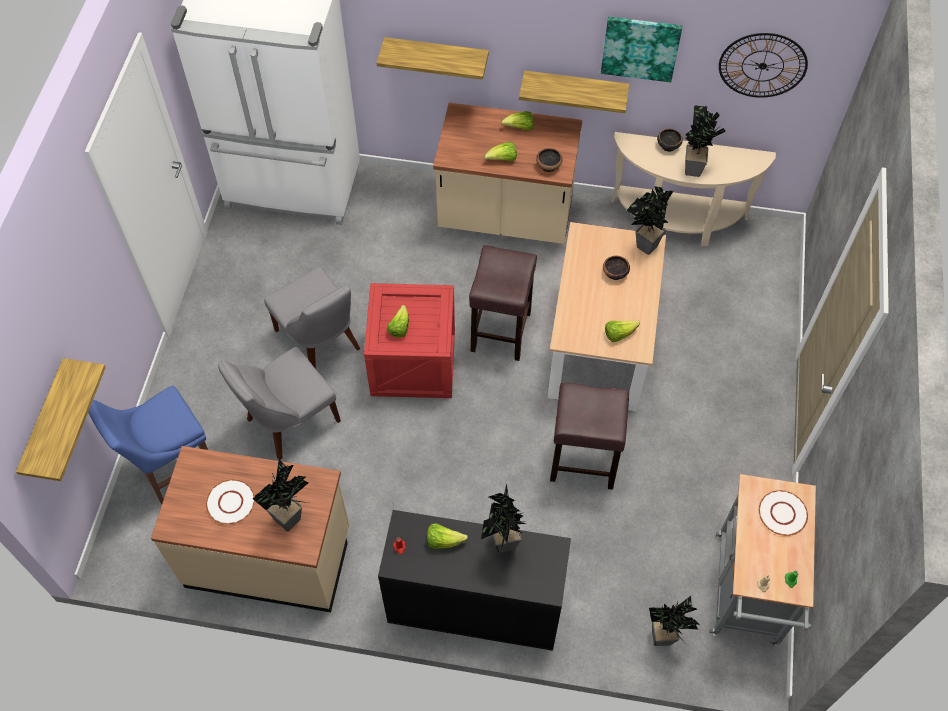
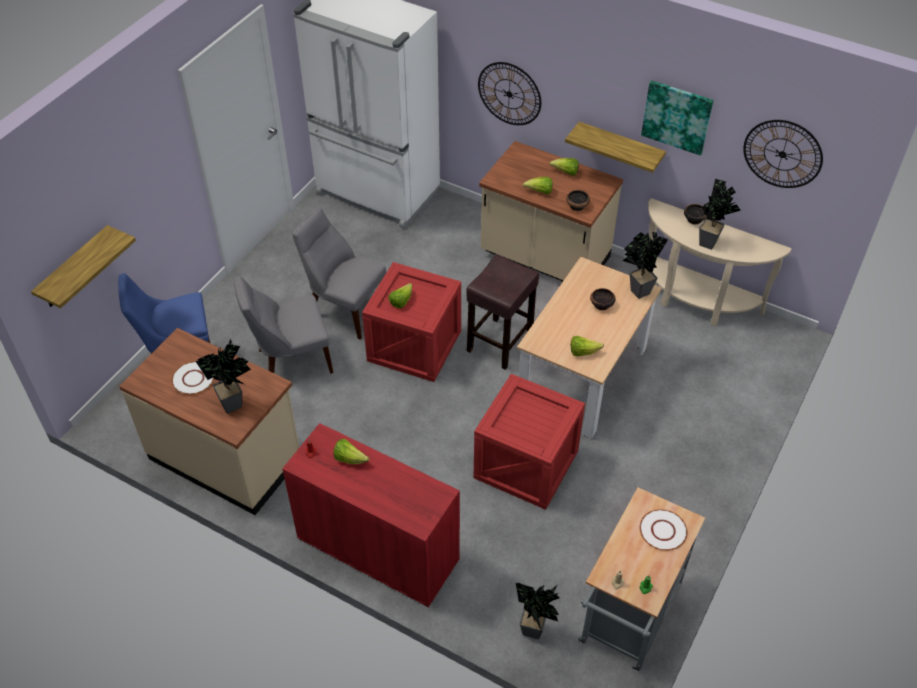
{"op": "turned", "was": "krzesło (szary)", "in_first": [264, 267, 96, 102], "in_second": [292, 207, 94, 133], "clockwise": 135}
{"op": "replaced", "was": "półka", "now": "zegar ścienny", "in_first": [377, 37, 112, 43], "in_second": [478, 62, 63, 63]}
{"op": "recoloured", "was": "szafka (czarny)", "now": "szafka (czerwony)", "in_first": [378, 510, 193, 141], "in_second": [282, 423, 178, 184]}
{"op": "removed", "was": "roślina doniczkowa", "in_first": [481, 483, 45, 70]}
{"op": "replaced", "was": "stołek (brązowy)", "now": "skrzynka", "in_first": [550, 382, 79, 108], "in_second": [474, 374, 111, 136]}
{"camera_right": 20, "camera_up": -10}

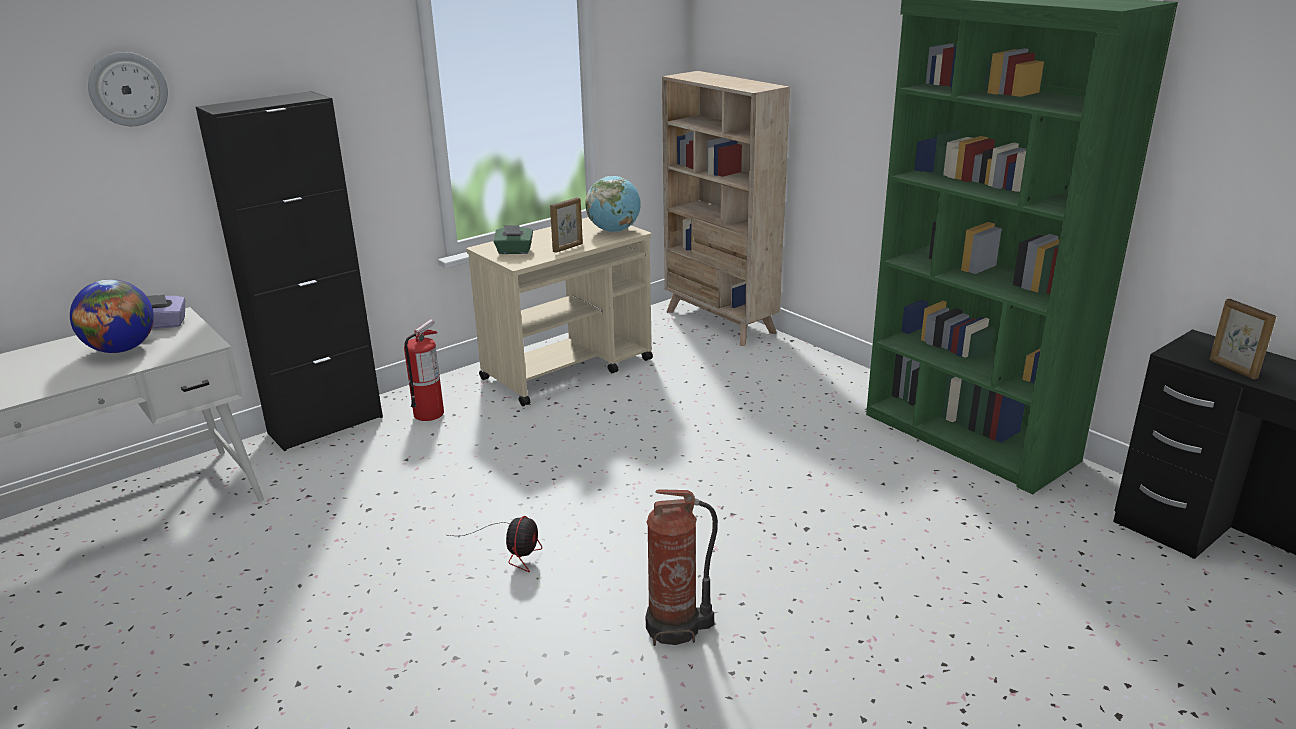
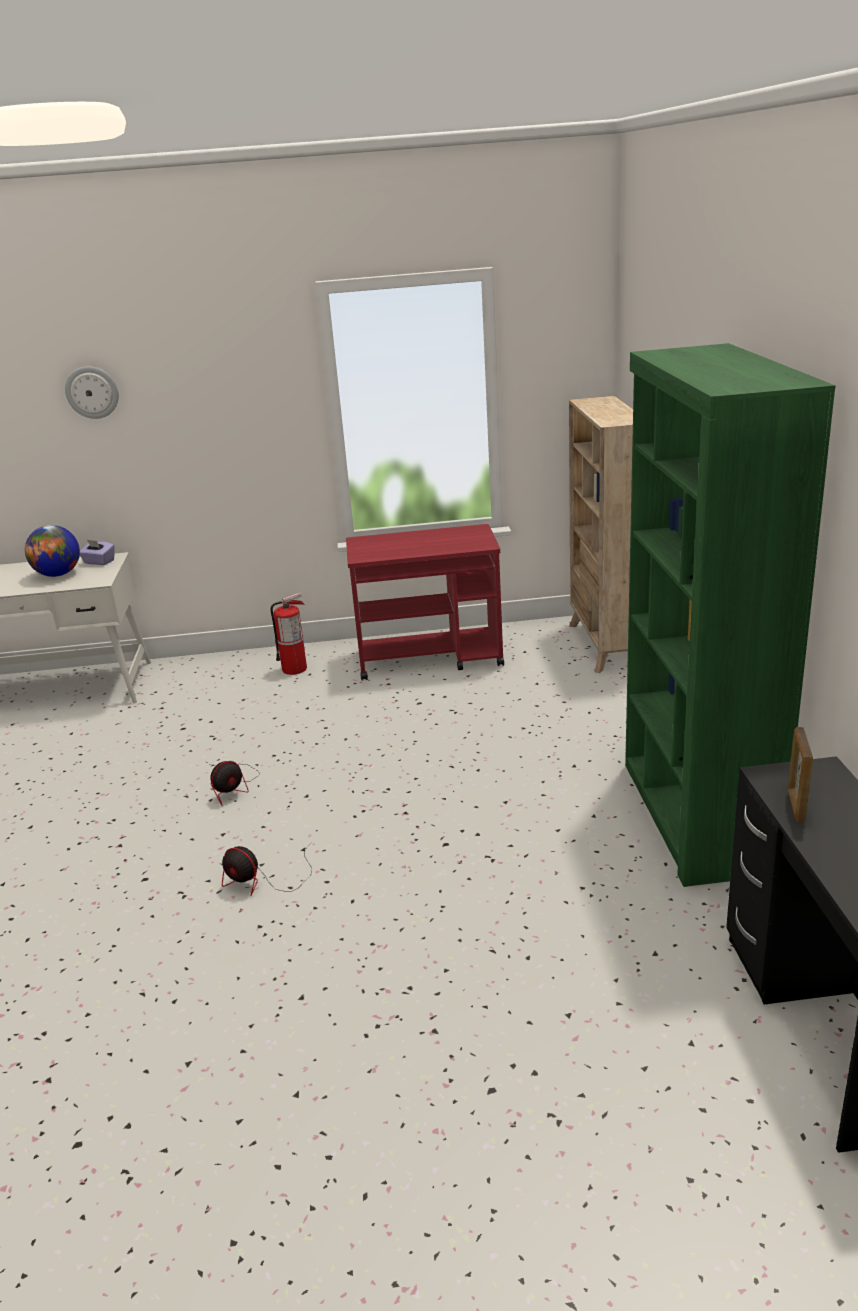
{"op": "removed", "was": "szafka (czarny)", "in_first": [196, 91, 187, 360]}
{"op": "recoloured", "was": "wózek (beżowy)", "now": "wózek (czerwony)", "in_first": [466, 217, 187, 189], "in_second": [346, 524, 158, 156]}
{"op": "removed", "was": "pudełko chusteczek (zielony)", "in_first": [494, 225, 39, 29]}
{"op": "removed", "was": "ramka na zdjęcie", "in_first": [550, 197, 33, 56]}
{"op": "removed", "was": "globus", "in_first": [585, 176, 56, 56]}
{"op": "replaced", "was": "gaśnica", "now": "wentylator", "in_first": [645, 489, 73, 157], "in_second": [222, 842, 90, 54]}
{"camera_right": 35, "camera_up": 0}

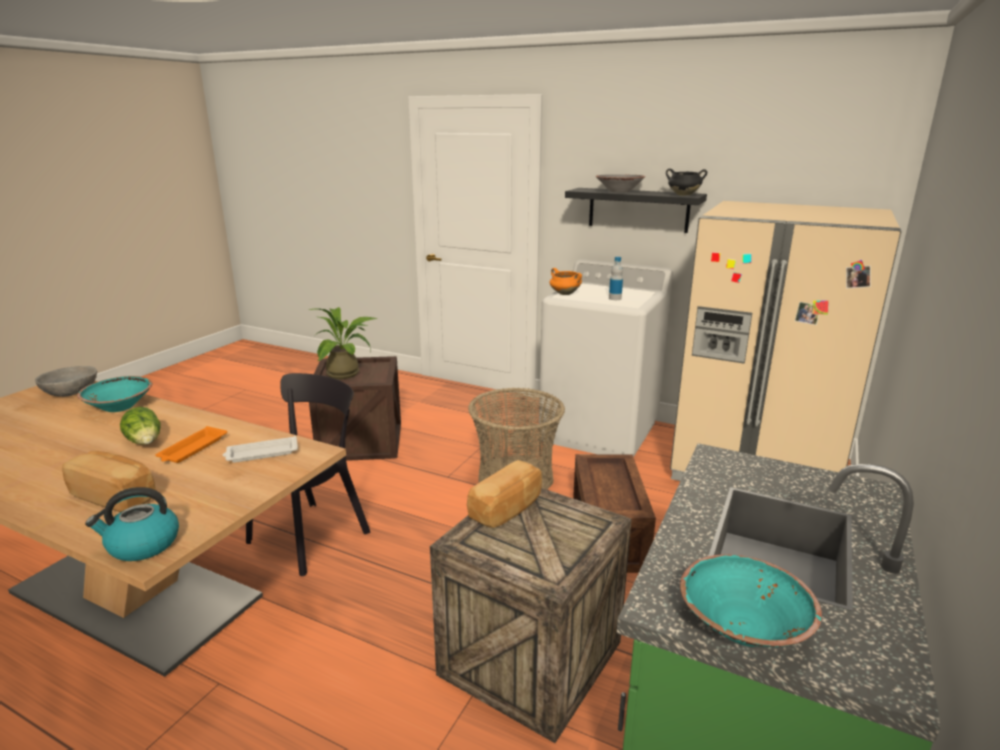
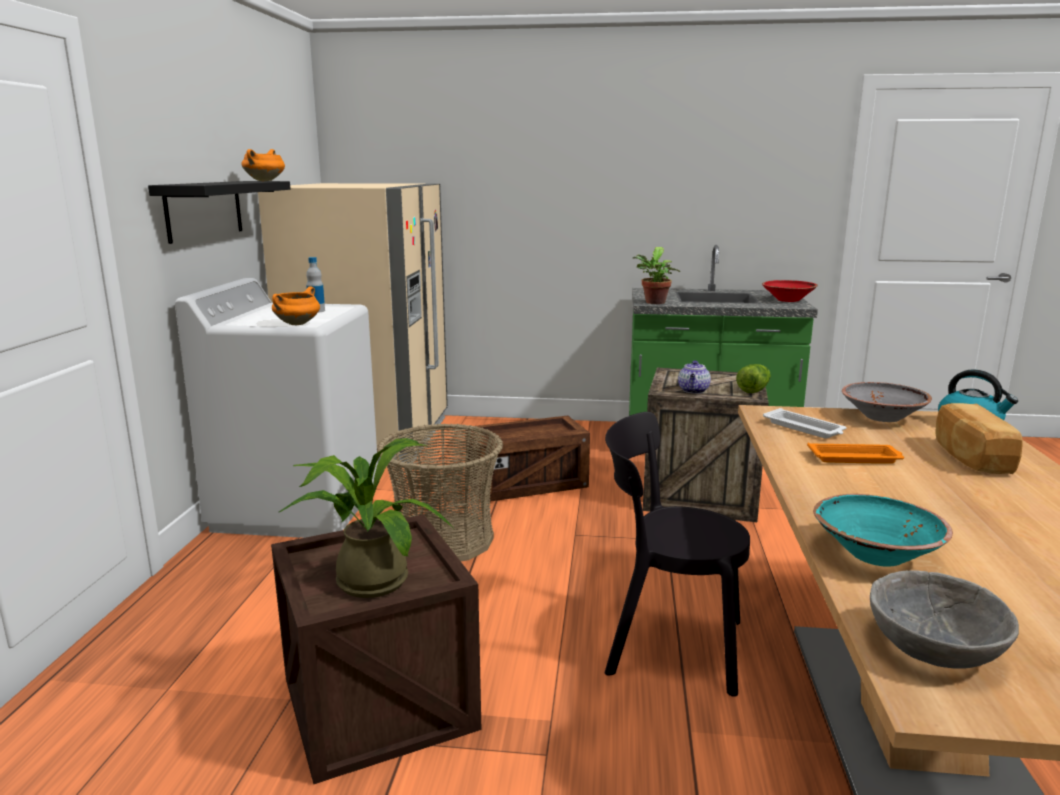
{"op": "moved", "was": "sałata", "in_first": [120, 407, 40, 38], "in_second": [736, 364, 35, 29]}
{"op": "replaced", "was": "chleb", "now": "imbryk", "in_first": [467, 460, 75, 68], "in_second": [678, 360, 33, 34]}
{"op": "moved", "was": "miska (szary)", "in_first": [596, 174, 49, 18], "in_second": [842, 382, 90, 40]}
{"op": "recoloured", "was": "garnek (czarny)", "now": "garnek (pomarańczowy)", "in_first": [666, 169, 41, 27], "in_second": [241, 149, 44, 32]}
{"op": "recoloured", "was": "miska (turkusowy)", "now": "miska (czerwony)", "in_first": [680, 555, 142, 92], "in_second": [762, 280, 56, 22]}
{"op": "added", "now": "roślina doniczkowa", "in_second": [633, 247, 47, 57]}
{"camera_right": -110, "camera_up": -5}

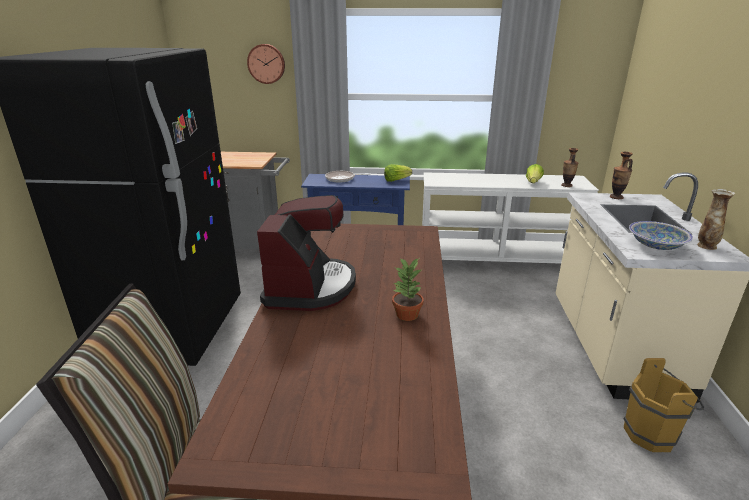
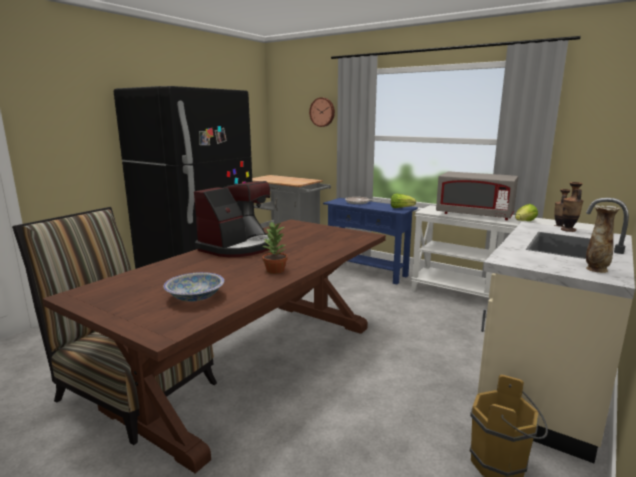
{"op": "moved", "was": "miska", "in_first": [629, 221, 64, 29], "in_second": [163, 272, 61, 30]}
{"op": "added", "now": "mikrofalówka (szary)", "in_second": [436, 171, 82, 49]}
{"camera_right": 30, "camera_up": -10}

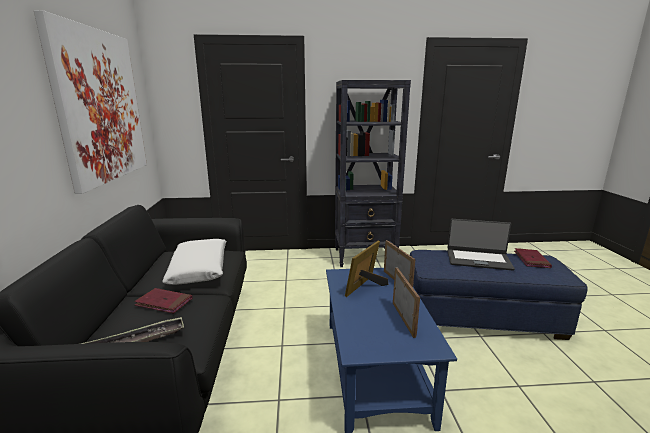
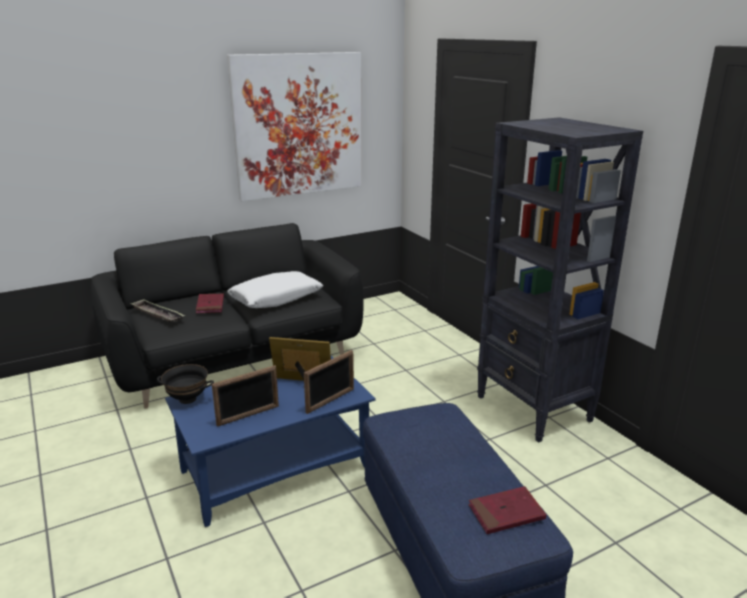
{"op": "removed", "was": "laptop", "in_first": [447, 219, 68, 52]}
{"op": "added", "now": "miska (czarny)", "in_second": [157, 364, 57, 40]}
{"camera_right": 65, "camera_up": 5}

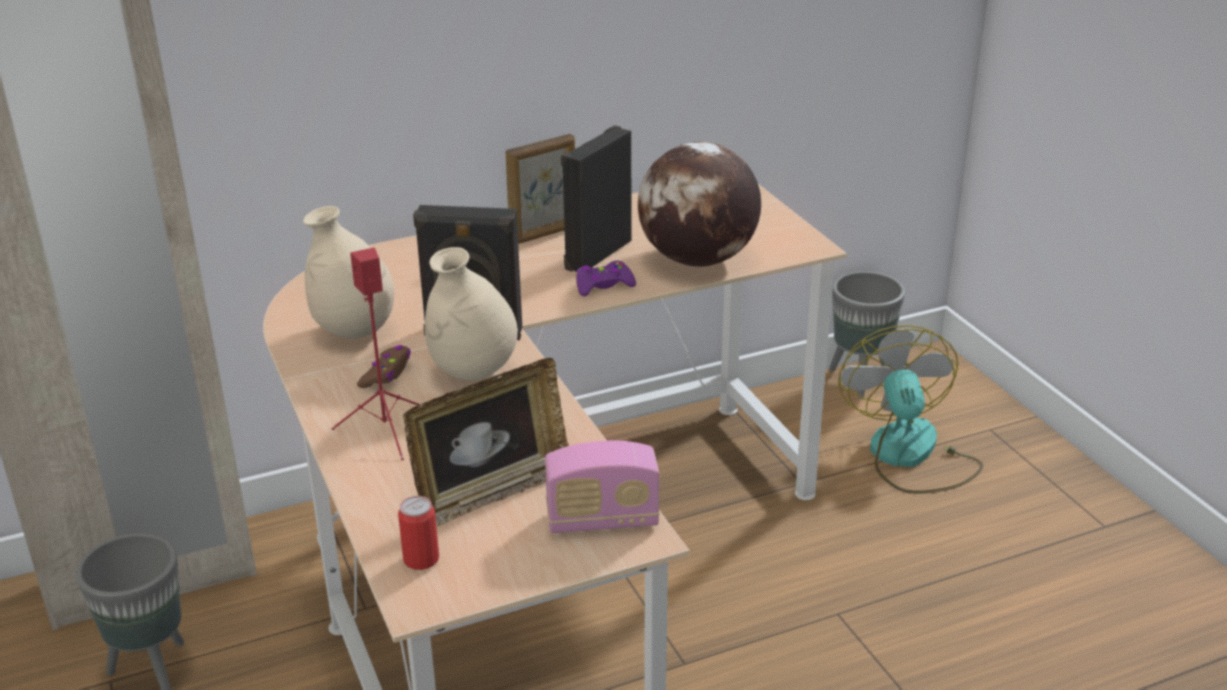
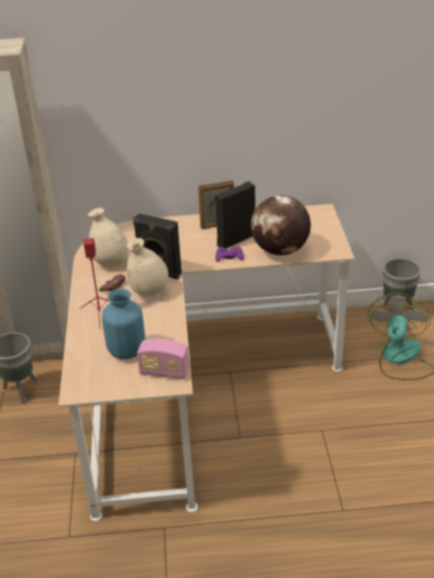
{"op": "removed", "was": "puszka", "in_first": [398, 496, 41, 74]}
{"op": "replaced", "was": "ramka na zdjęcie", "now": "wazon (niebieski)", "in_first": [403, 358, 166, 168], "in_second": [102, 289, 43, 70]}
{"camera_right": 20, "camera_up": 5}

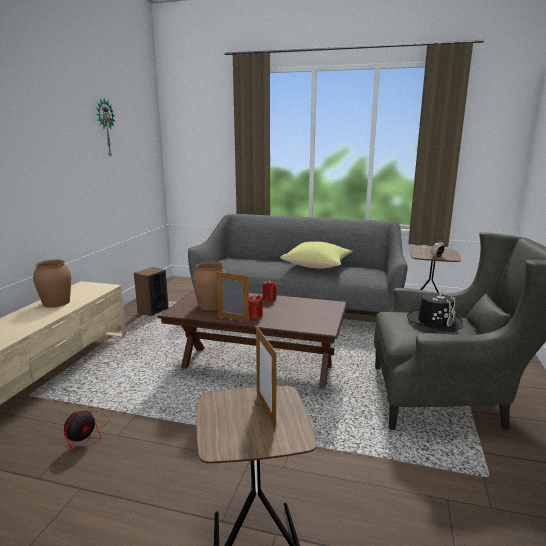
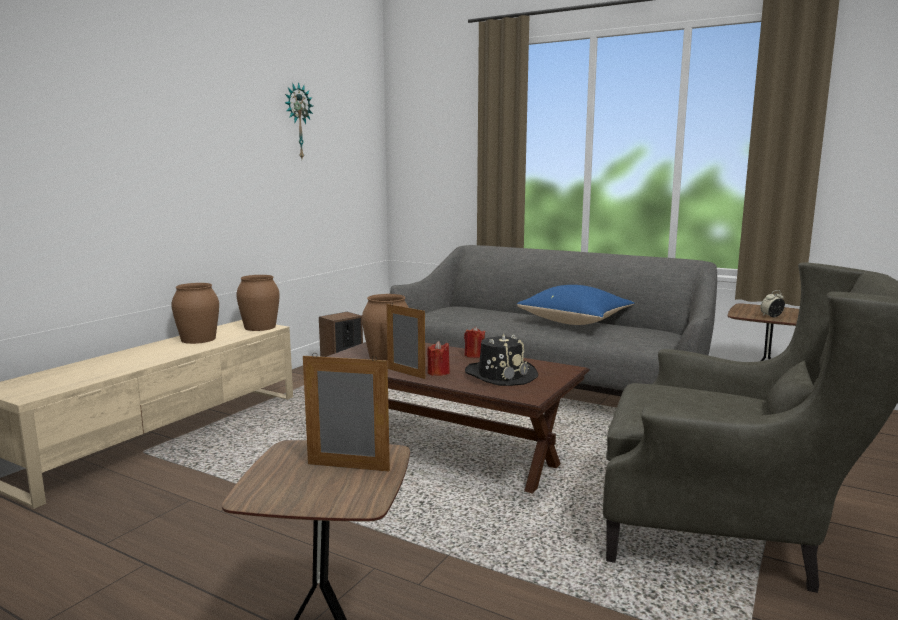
{"op": "removed", "was": "wentylator", "in_first": [59, 410, 51, 44]}
{"op": "turned", "was": "ramka na zdjęcie", "in_first": [256, 326, 20, 102], "in_second": [303, 353, 87, 119], "clockwise": 105}
{"op": "recoloured", "was": "poduszka (żółty)", "now": "poduszka (niebieski)", "in_first": [280, 241, 72, 28], "in_second": [517, 285, 117, 40]}
{"op": "moved", "was": "kapelusz (czarny)", "in_first": [407, 292, 56, 40], "in_second": [465, 334, 73, 52]}
{"op": "added", "now": "wazon (brązowy)", "in_second": [236, 275, 44, 56]}
{"camera_right": 15, "camera_up": -5}

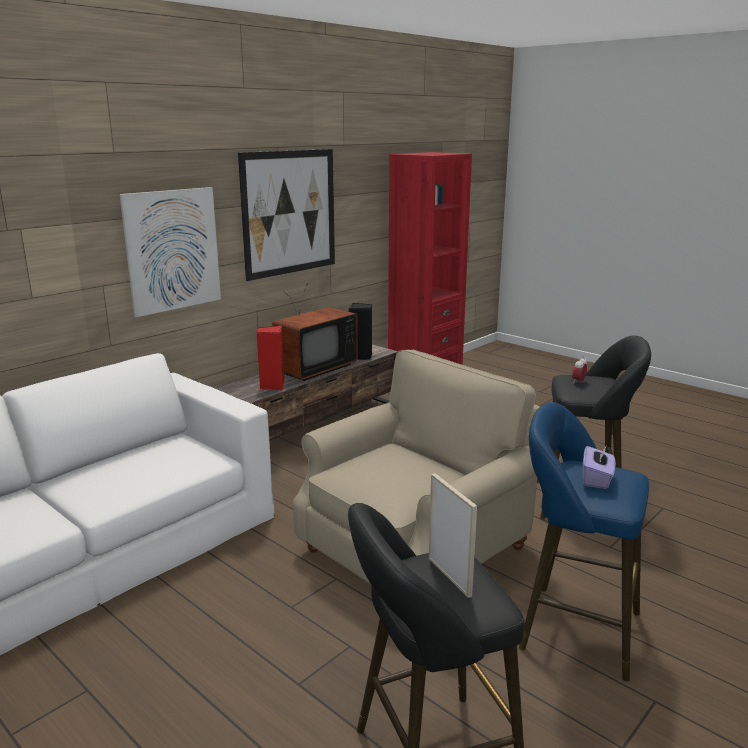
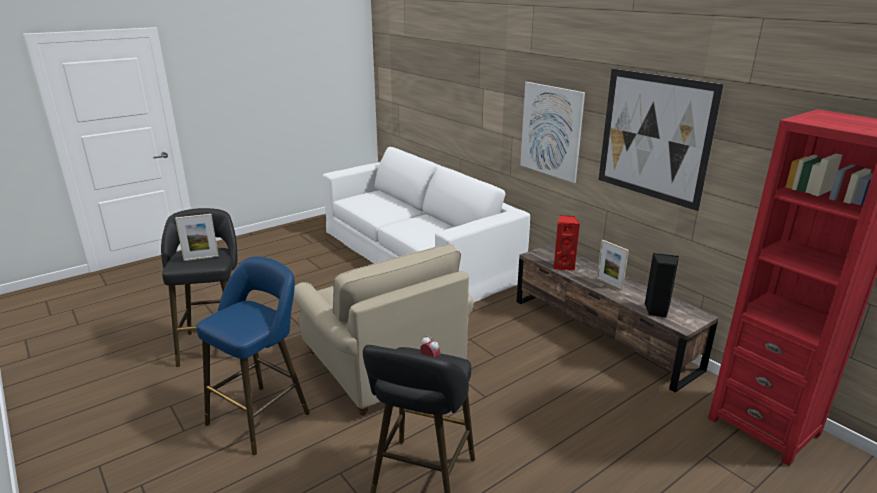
{"op": "replaced", "was": "telewizor", "now": "ramka na zdjęcie", "in_first": [272, 283, 86, 98], "in_second": [597, 240, 32, 50]}
{"op": "removed", "was": "pudełko chusteczek (fioletowy)", "in_first": [582, 446, 33, 43]}
{"camera_right": 100, "camera_up": 5}

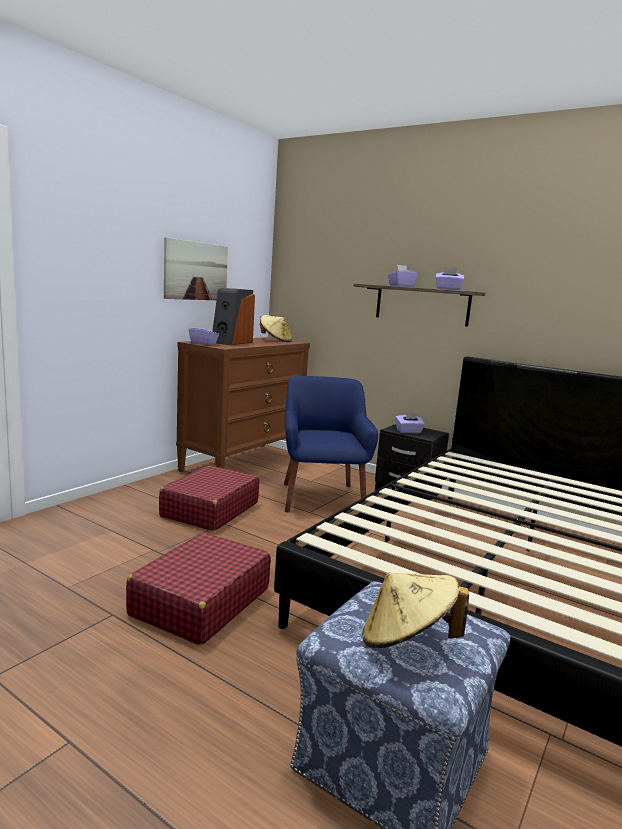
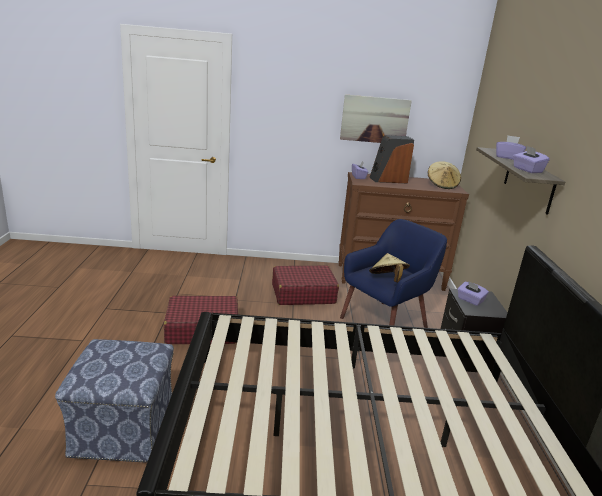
{"op": "moved", "was": "kapelusz (beżowy)", "in_first": [362, 572, 107, 76], "in_second": [369, 253, 41, 29]}
{"camera_right": 55, "camera_up": 10}

